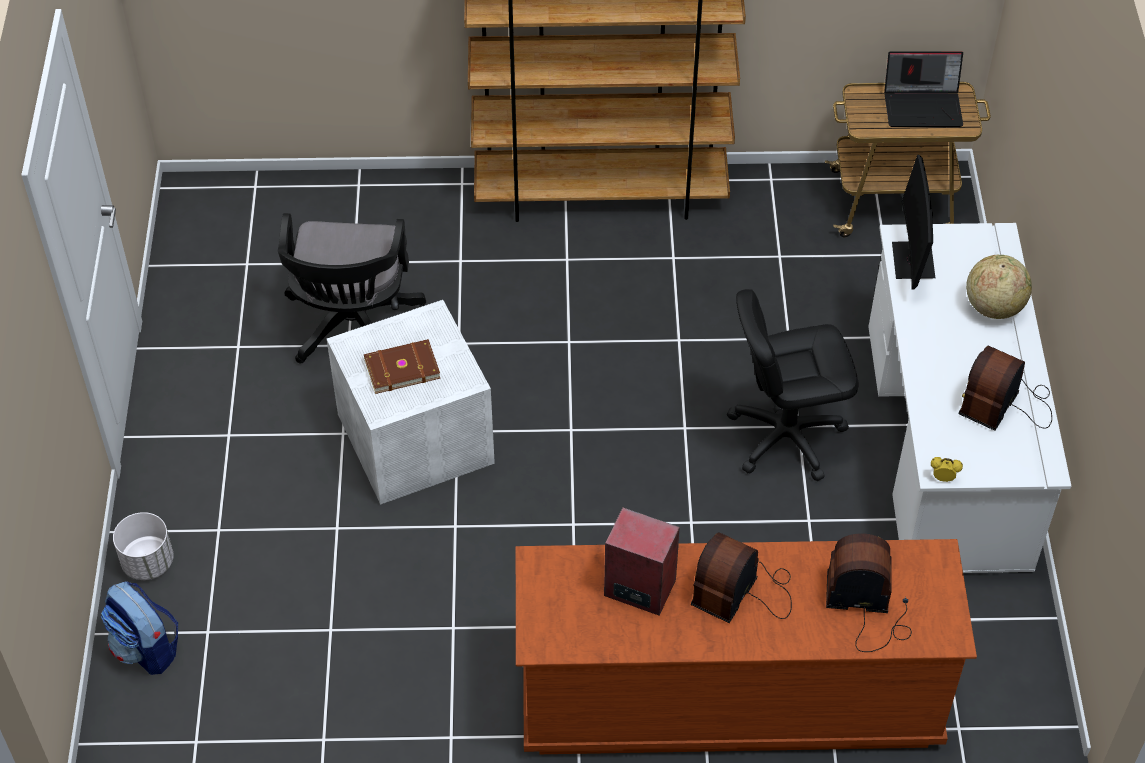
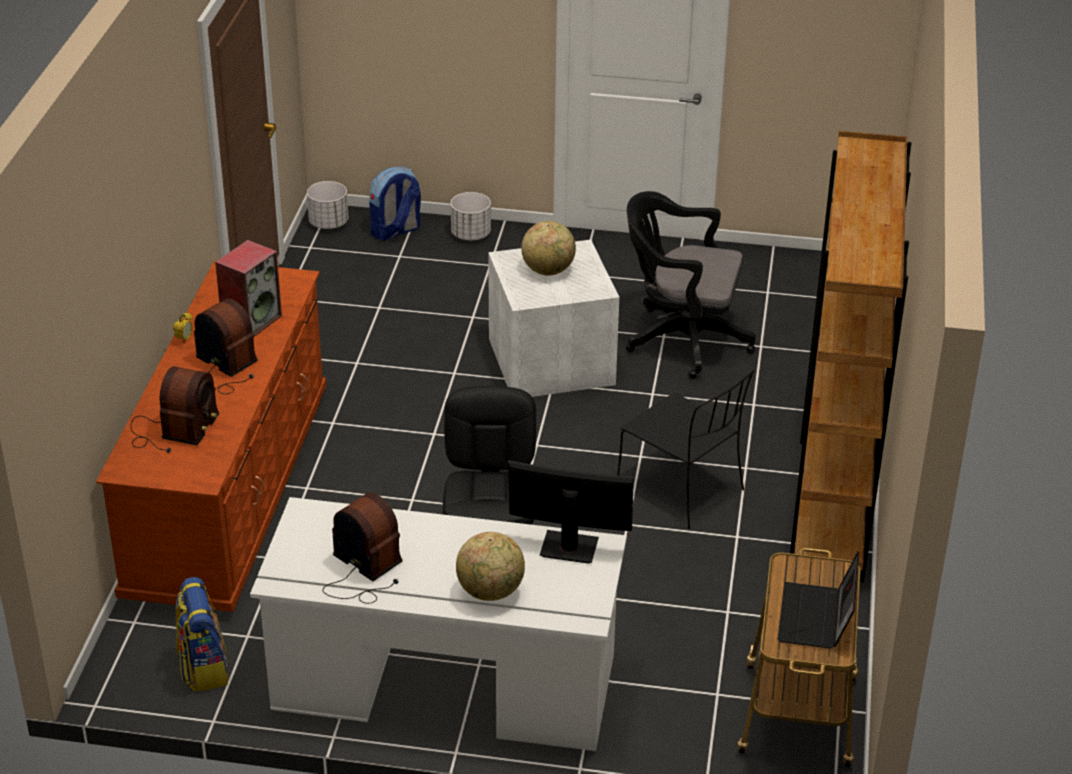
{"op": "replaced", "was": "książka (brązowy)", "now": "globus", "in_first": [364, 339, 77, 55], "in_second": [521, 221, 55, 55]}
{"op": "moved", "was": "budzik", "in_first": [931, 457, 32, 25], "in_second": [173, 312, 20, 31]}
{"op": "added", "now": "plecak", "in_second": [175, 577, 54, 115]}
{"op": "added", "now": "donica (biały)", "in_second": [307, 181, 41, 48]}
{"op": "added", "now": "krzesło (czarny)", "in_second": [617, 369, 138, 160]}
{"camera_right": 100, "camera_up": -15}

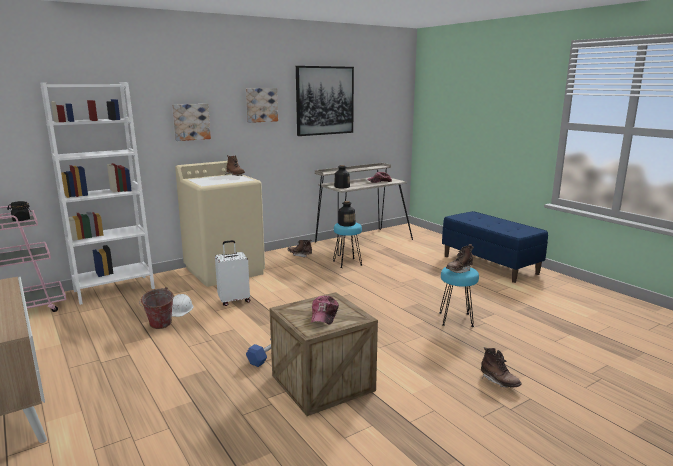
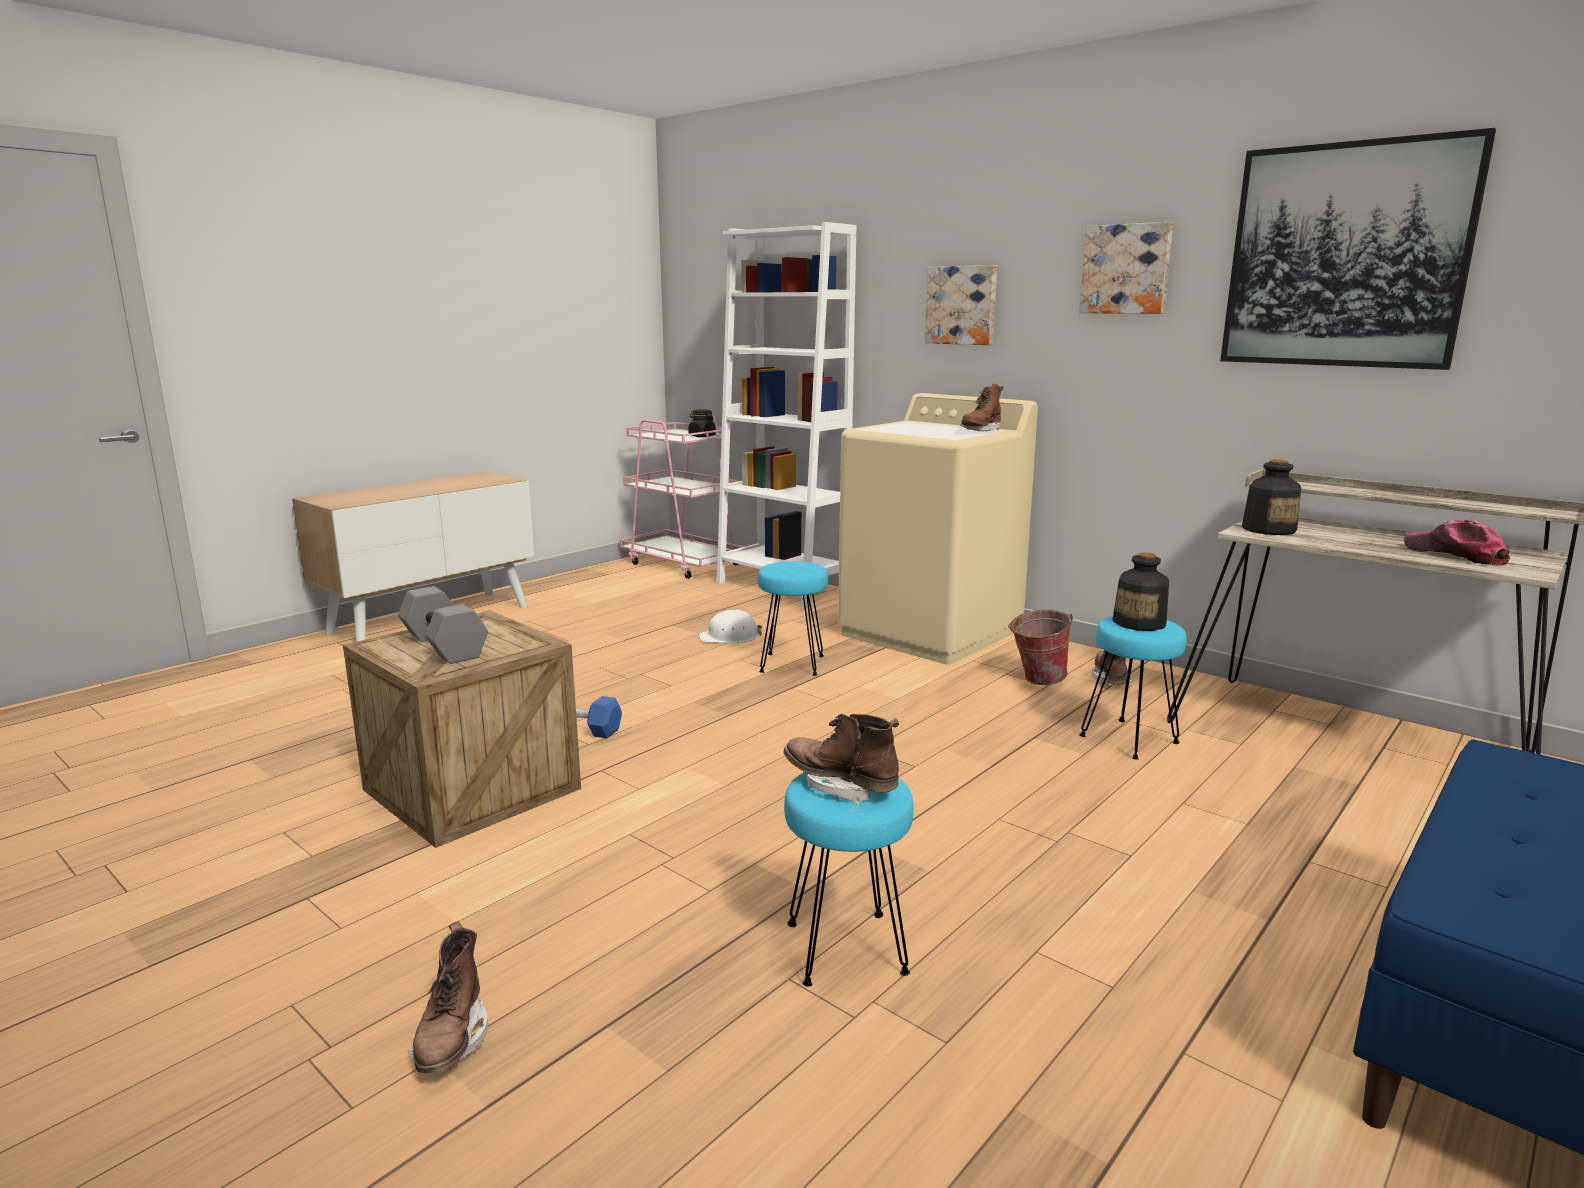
{"op": "moved", "was": "wiadro", "in_first": [139, 287, 35, 42], "in_second": [1008, 610, 65, 75]}
{"op": "replaced", "was": "walizka (biały)", "now": "stołek (turkusowy)", "in_first": [215, 240, 36, 66], "in_second": [758, 561, 70, 115]}
{"op": "replaced", "was": "czapka z daszkiem", "now": "hantel (szary)", "in_first": [311, 296, 28, 29], "in_second": [398, 586, 90, 78]}
{"op": "turned", "was": "but z cholewką (brązowy)", "in_first": [481, 347, 41, 41], "in_second": [408, 921, 80, 152], "clockwise": -45}
{"camera_right": 75, "camera_up": 0}

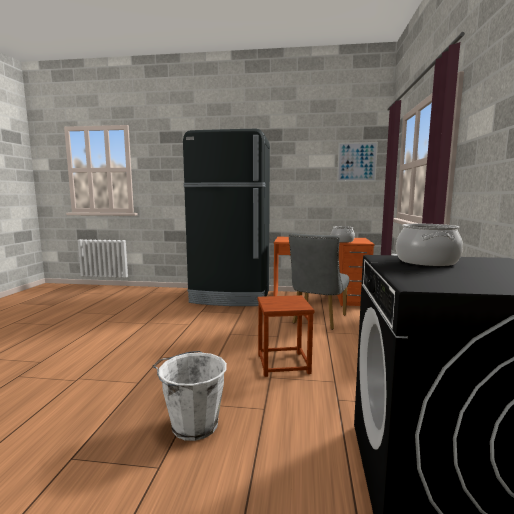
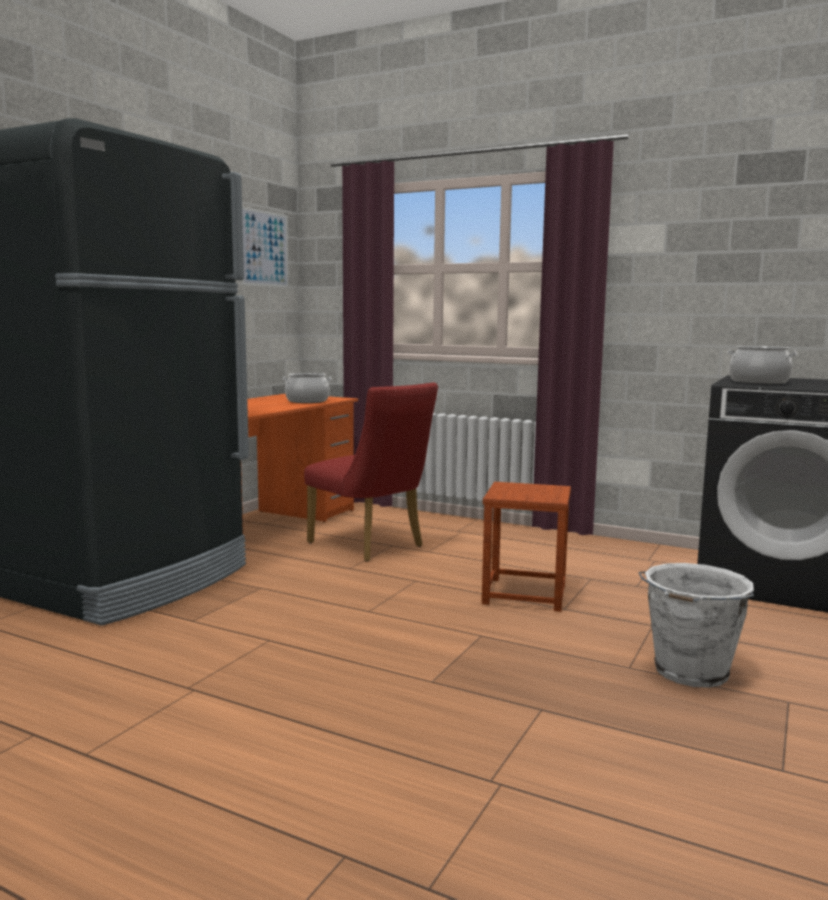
{"op": "recoloured", "was": "krzesło (szary)", "now": "krzesło (czerwony)", "in_first": [289, 233, 60, 97], "in_second": [304, 383, 134, 179]}
{"camera_right": -70, "camera_up": 0}

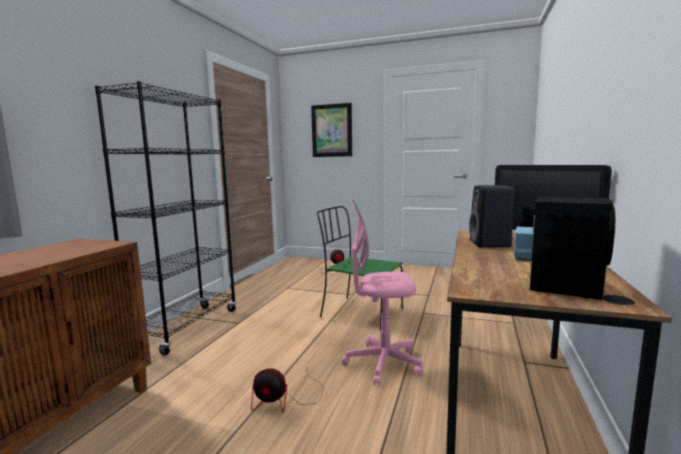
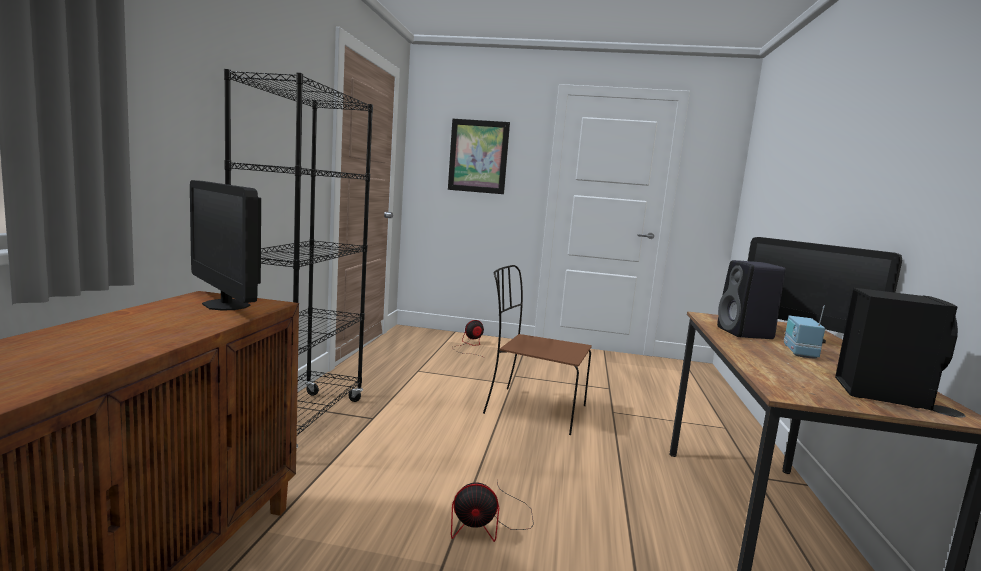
{"op": "recoloured", "was": "krzesło (zielony)", "now": "krzesło (brązowy)", "in_first": [317, 206, 86, 124], "in_second": [483, 265, 109, 170]}
{"op": "removed", "was": "krzesło biurowe (różowy)", "in_first": [342, 200, 81, 186]}
{"op": "added", "now": "monitor", "in_second": [190, 180, 71, 131]}
{"camera_right": -10, "camera_up": 0}

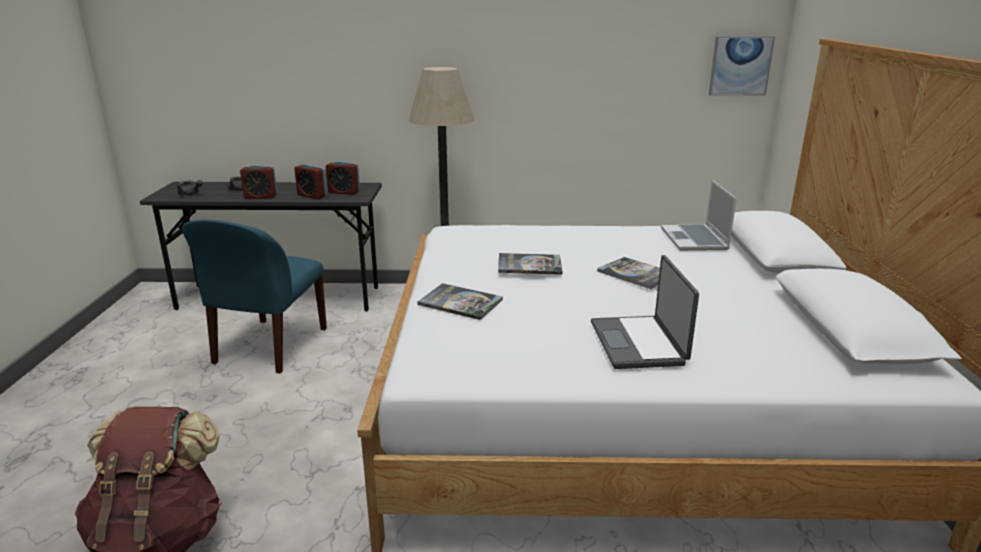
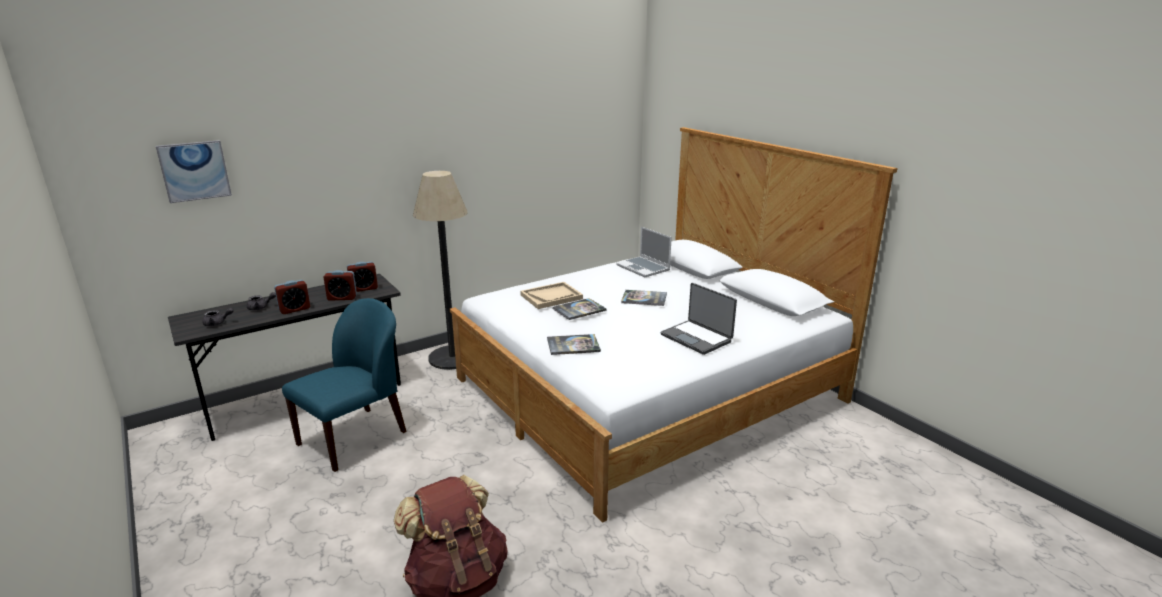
{"op": "turned", "was": "krzesło (niebieski)", "in_first": [182, 219, 145, 154], "in_second": [282, 298, 125, 174], "clockwise": -120}
{"op": "moved", "was": "obraz", "in_first": [709, 36, 66, 60], "in_second": [156, 140, 76, 63]}
{"op": "added", "now": "taca (beżowy)", "in_second": [520, 282, 63, 27]}
{"camera_right": -35, "camera_up": 0}

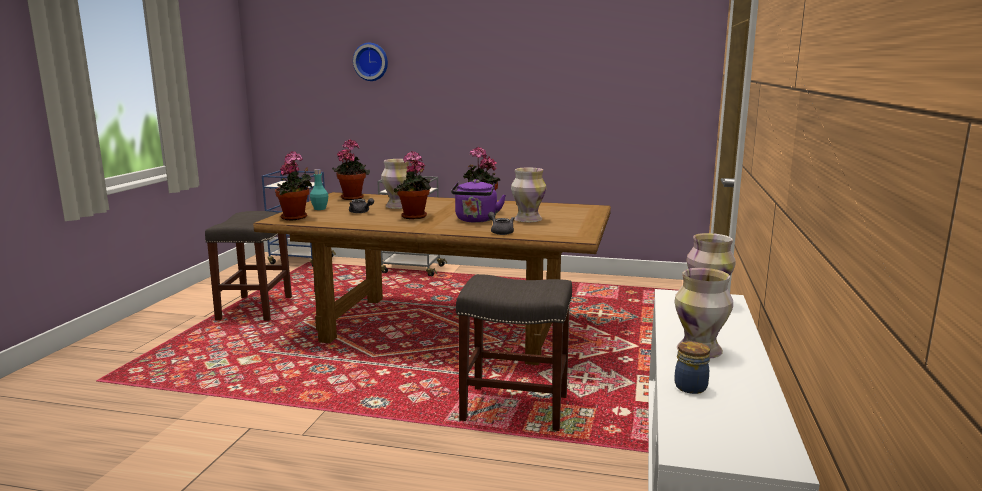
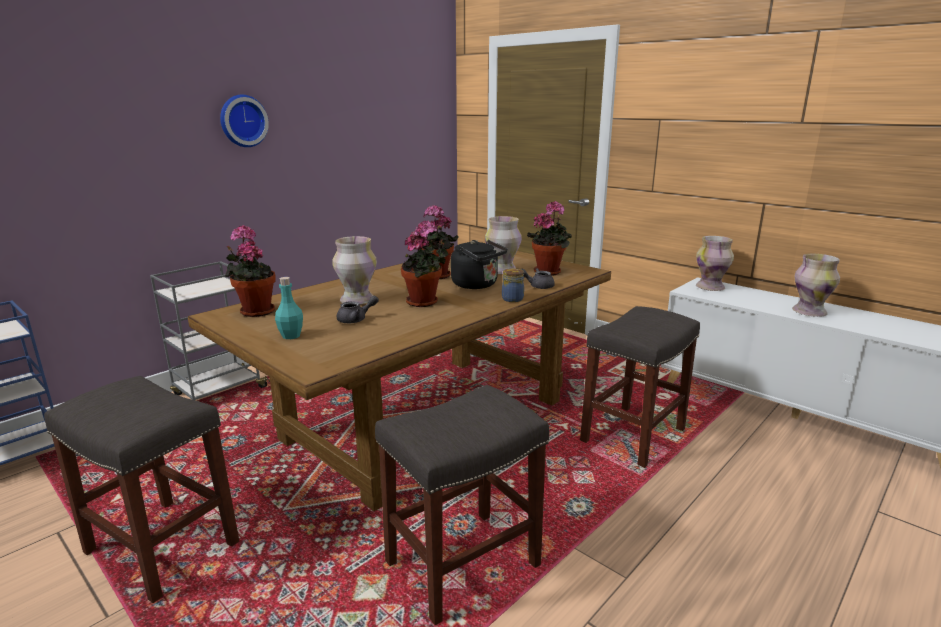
{"op": "moved", "was": "roślina doniczkowa", "in_first": [275, 151, 37, 69], "in_second": [527, 201, 45, 75]}
{"op": "moved", "was": "zegar ścienny", "in_first": [353, 43, 35, 38], "in_second": [220, 95, 49, 52]}
{"op": "recoloured", "was": "czajnik (fioletowy)", "now": "czajnik (czarny)", "in_first": [451, 179, 55, 44], "in_second": [451, 240, 56, 49]}
{"op": "moved", "was": "słoik", "in_first": [674, 341, 36, 53], "in_second": [502, 268, 22, 34]}
{"op": "added", "now": "stołek (szary)", "in_second": [375, 385, 174, 240]}
{"camera_right": -60, "camera_up": 5}

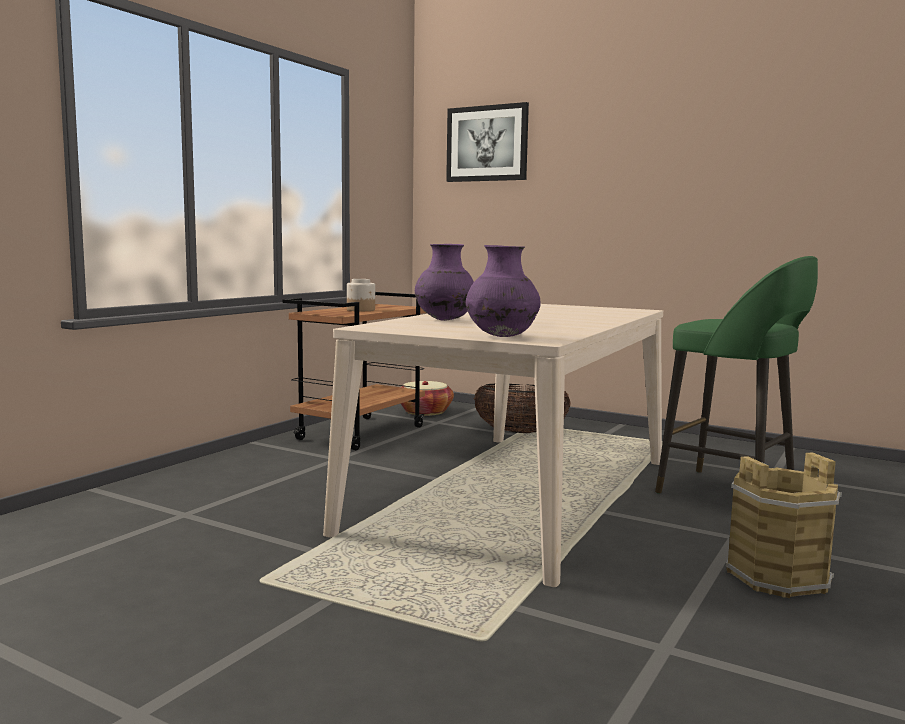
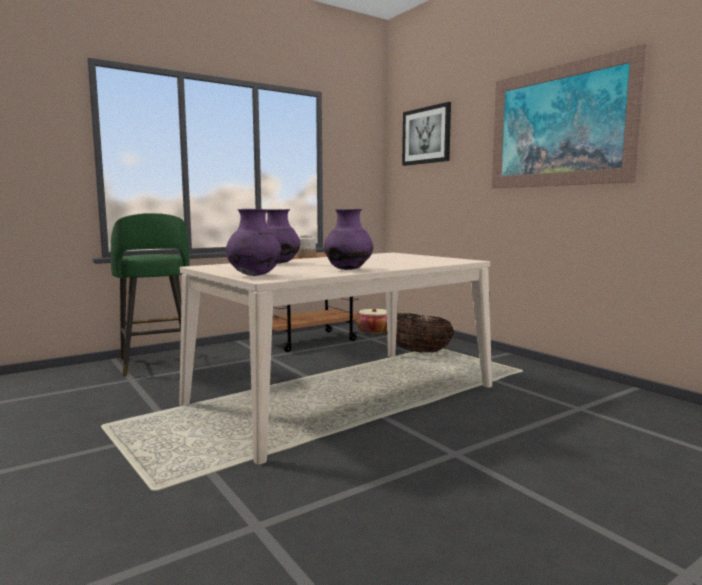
{"op": "moved", "was": "stołek (zielony)", "in_first": [655, 256, 163, 238], "in_second": [111, 213, 84, 163]}
{"op": "removed", "was": "wiadro (brązowy)", "in_first": [725, 452, 117, 146]}
{"op": "added", "now": "wazon (fioletowy)", "in_second": [324, 209, 49, 61]}
{"op": "added", "now": "obraz", "in_second": [492, 43, 155, 145]}
{"camera_right": 25, "camera_up": 0}

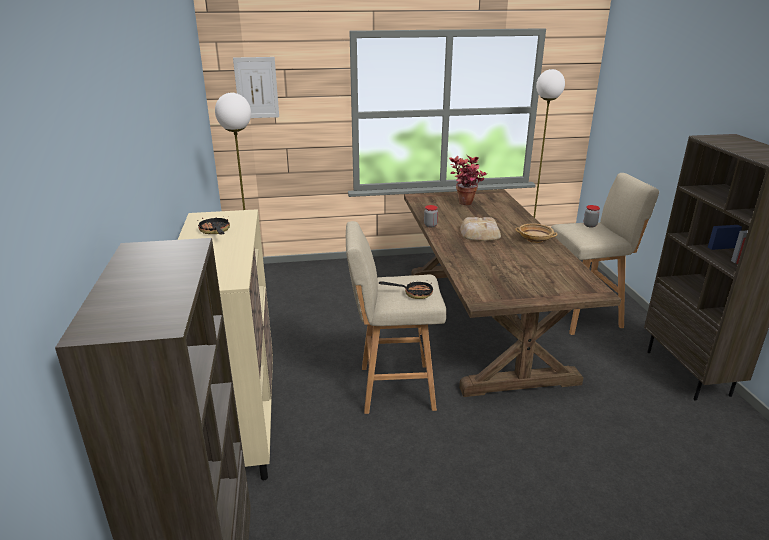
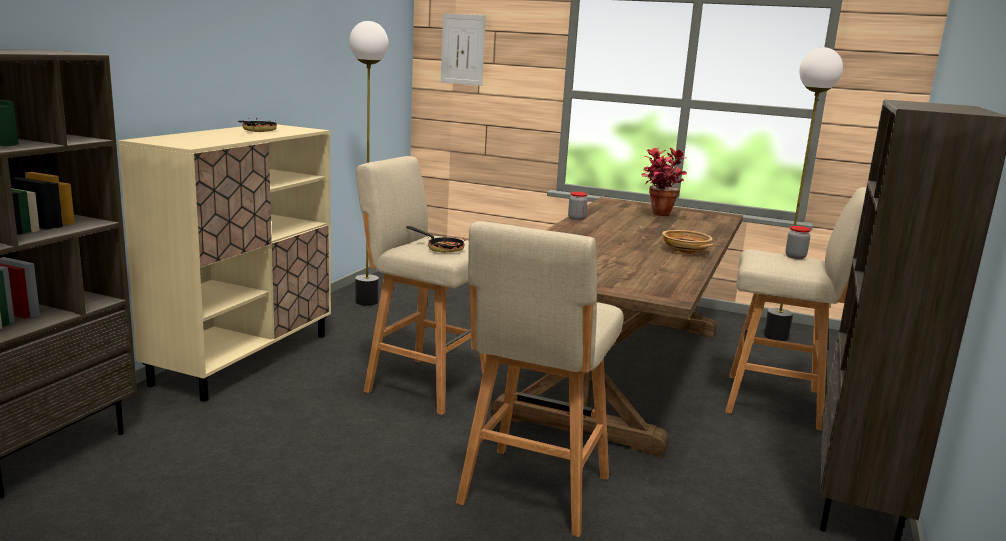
{"op": "removed", "was": "chleb", "in_first": [460, 217, 41, 24]}
{"op": "added", "now": "stołek (beżowy)", "in_second": [456, 221, 168, 316]}
{"camera_right": 30, "camera_up": -10}

